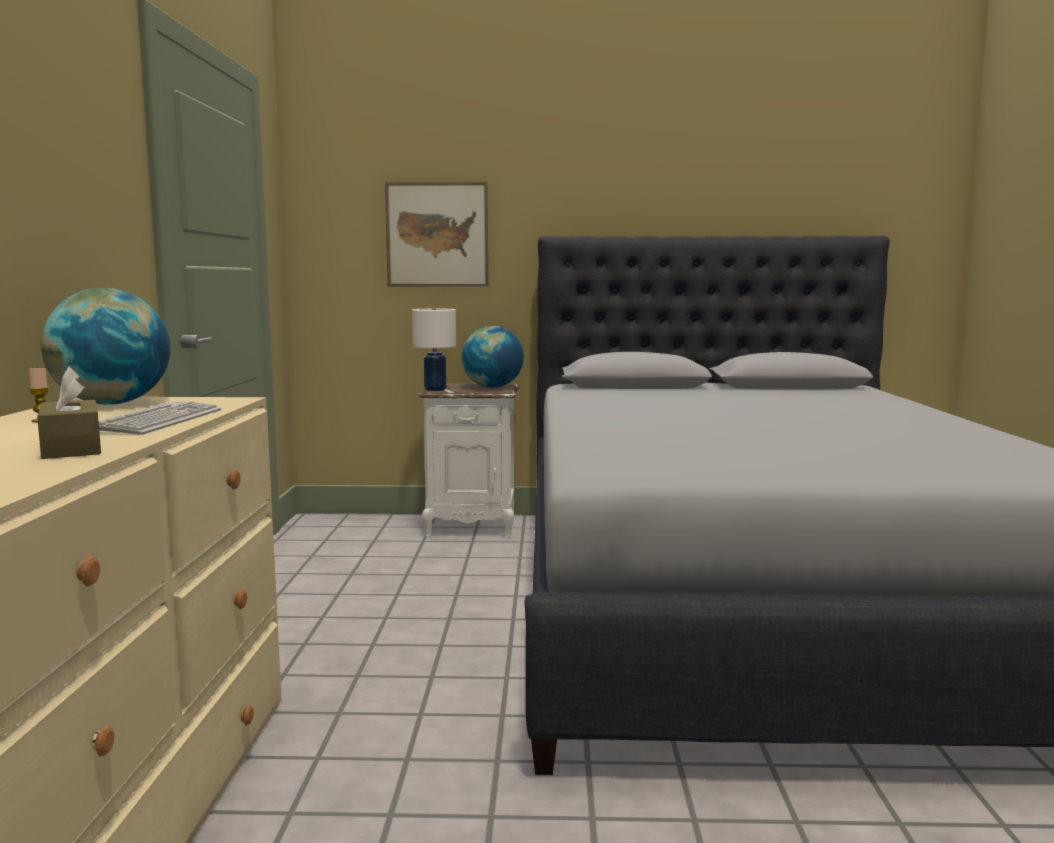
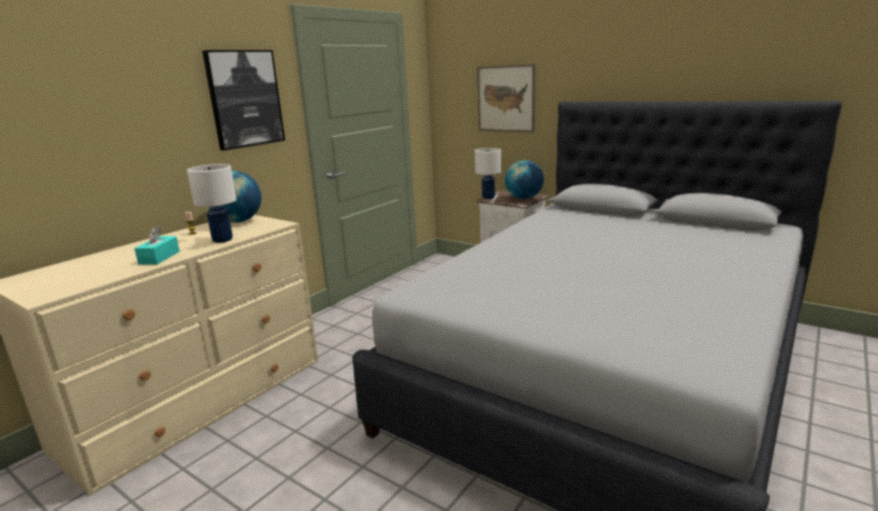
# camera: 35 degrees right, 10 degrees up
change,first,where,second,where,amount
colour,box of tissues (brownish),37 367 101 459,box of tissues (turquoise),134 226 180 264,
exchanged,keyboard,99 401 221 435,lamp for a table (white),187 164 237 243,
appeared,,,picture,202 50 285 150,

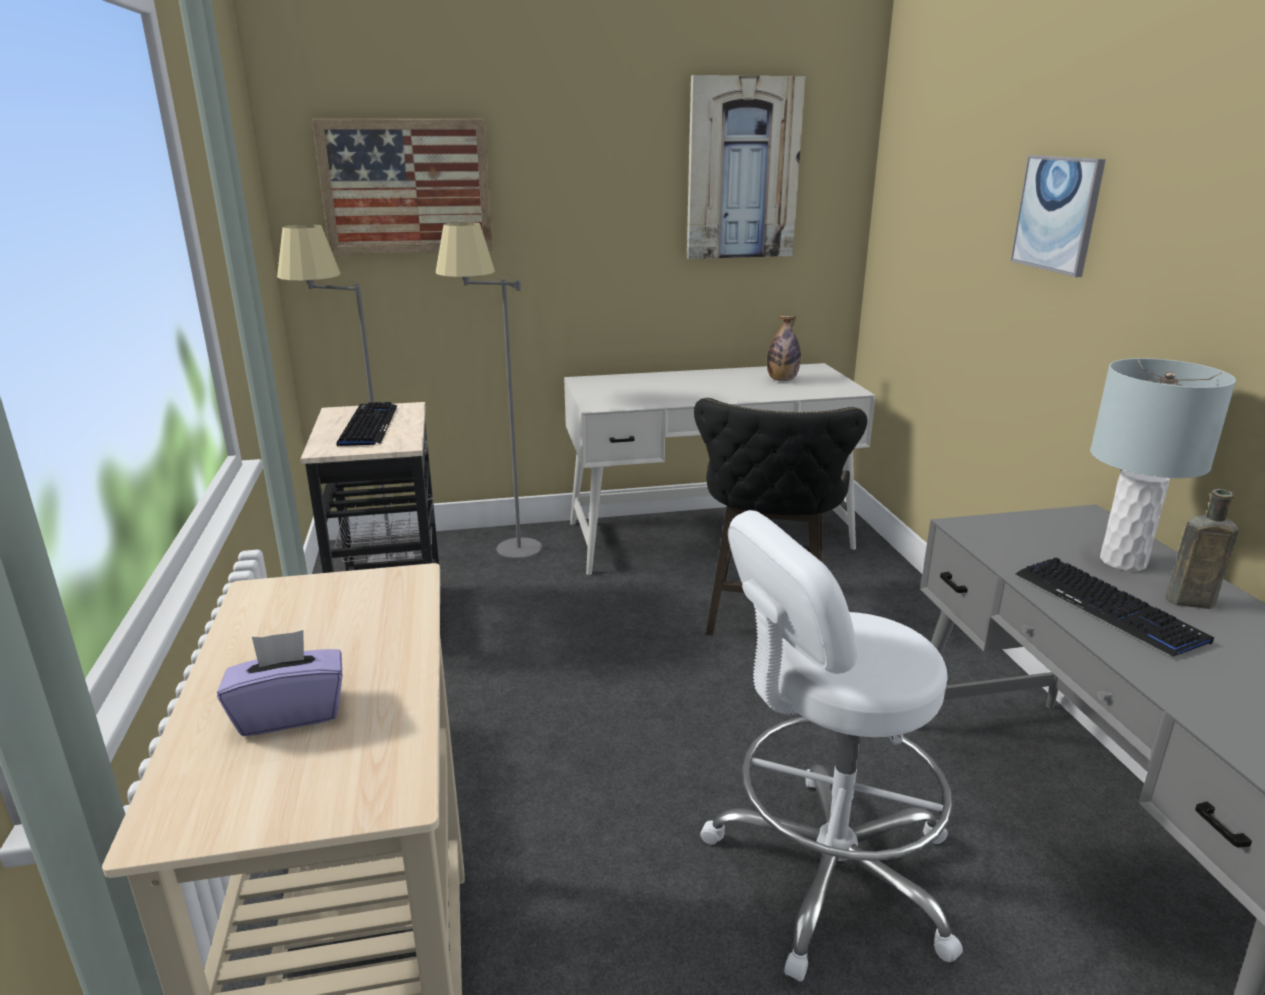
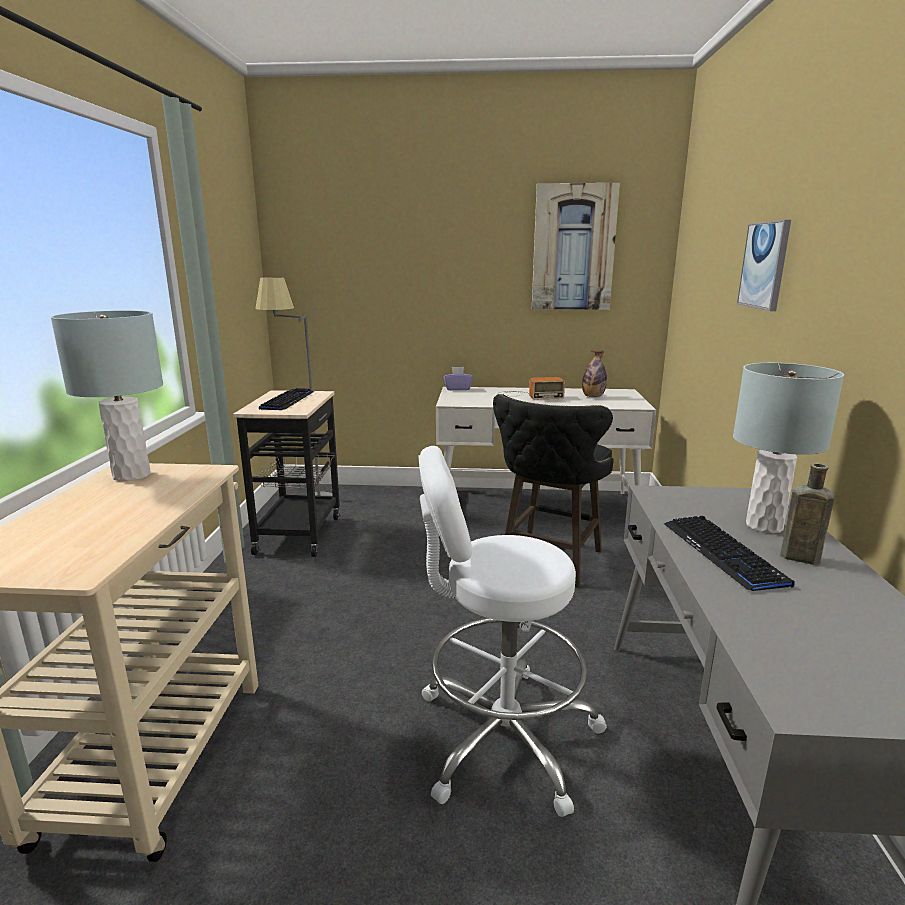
# camera: 15 degrees right, 5 degrees down
change,first,where,second,where,amount
missing,picture,312 119 493 255,,,
missing,floor lamp (gray),435 222 542 559,,,
relocated,box of tissues (purplish),217 630 342 736,,444 367 473 390,
appeared,,,lamp for a table (gray),51 310 163 481,
appeared,,,radio receiver,497 377 565 400,

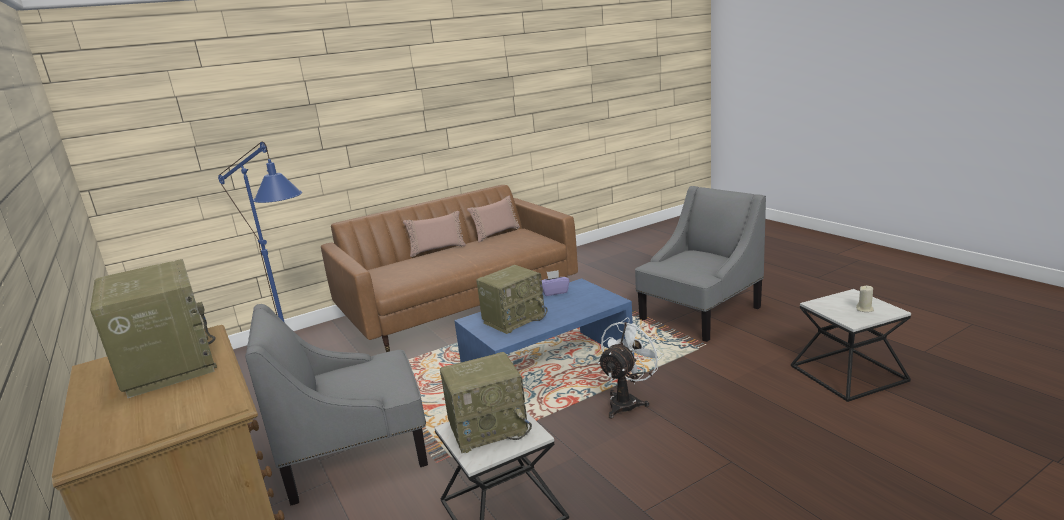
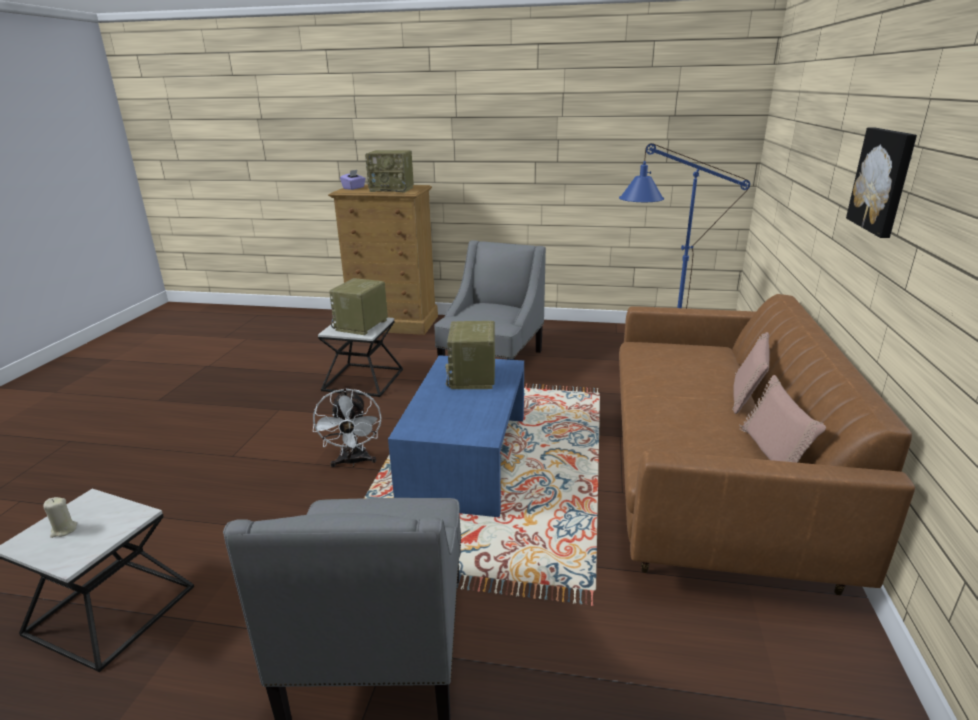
# camera: 130 degrees right, 5 degrees up
change,first,where,second,where,amount
relocated,box of tissues (purplish),540 270 570 296,,340 170 366 190,
appeared,,,picture,846 128 917 238,

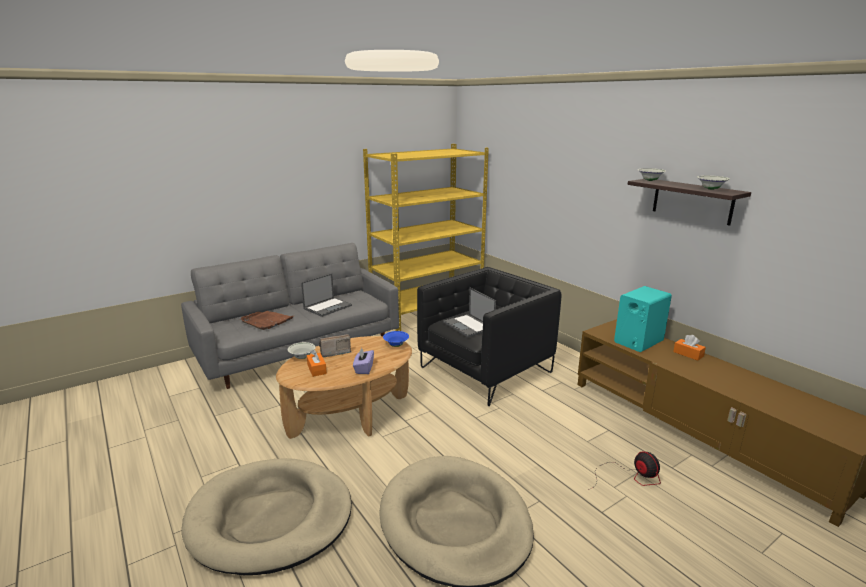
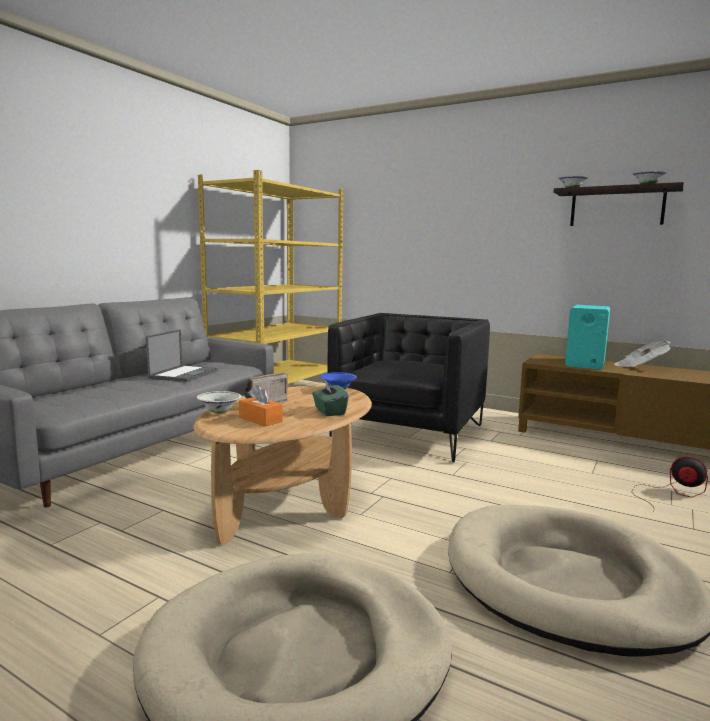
# camera: 25 degrees left, 10 degrees down
change,first,where,second,where,amount
missing,portable computer,443 288 496 337,,,
missing,carrying tray (brownish),240 311 293 330,,,
exchanged,box of tissues (orange),673 335 706 361,daily paper,614 341 671 367,
colour,box of tissues (purplish),353 348 374 374,box of tissues (green-coloured),312 380 349 416,

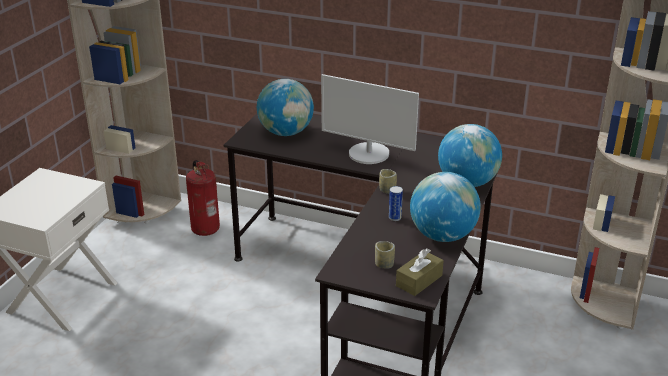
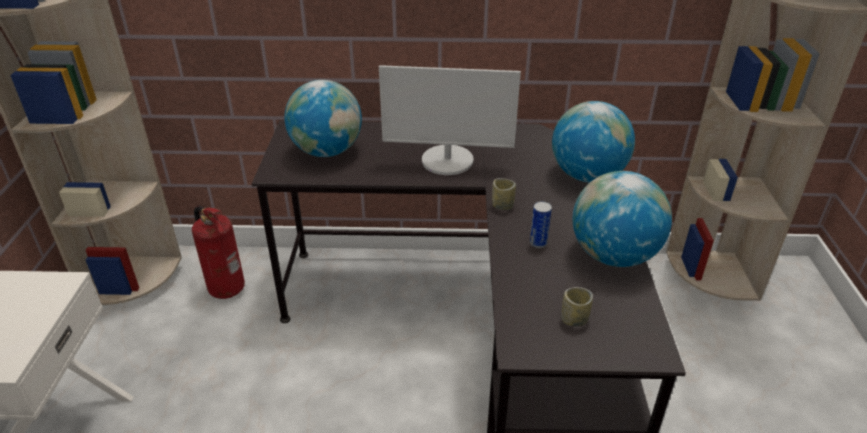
# camera: 20 degrees left, 5 degrees up
change,first,where,second,where,amount
missing,box of tissues (brownish),396 248 444 296,,,

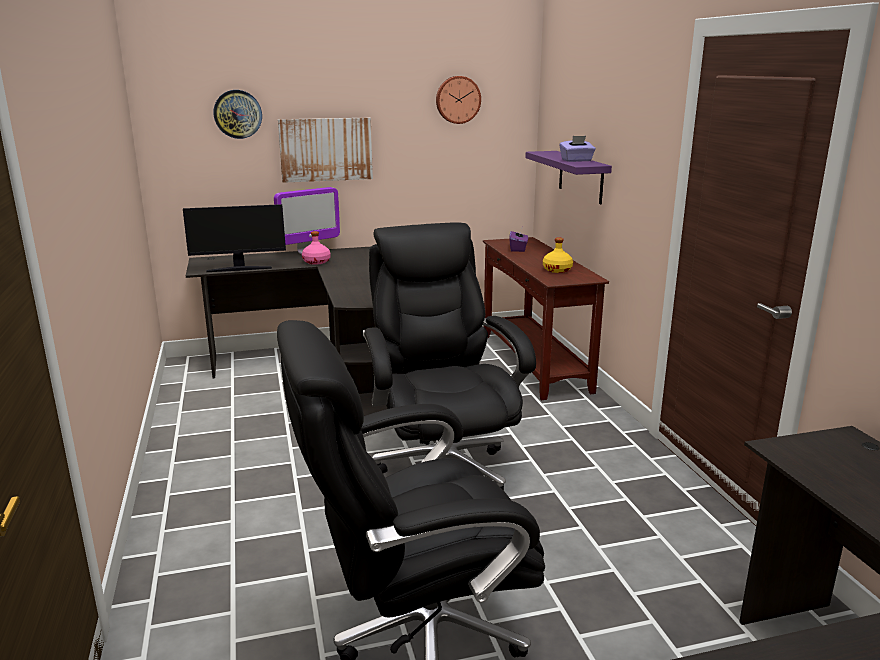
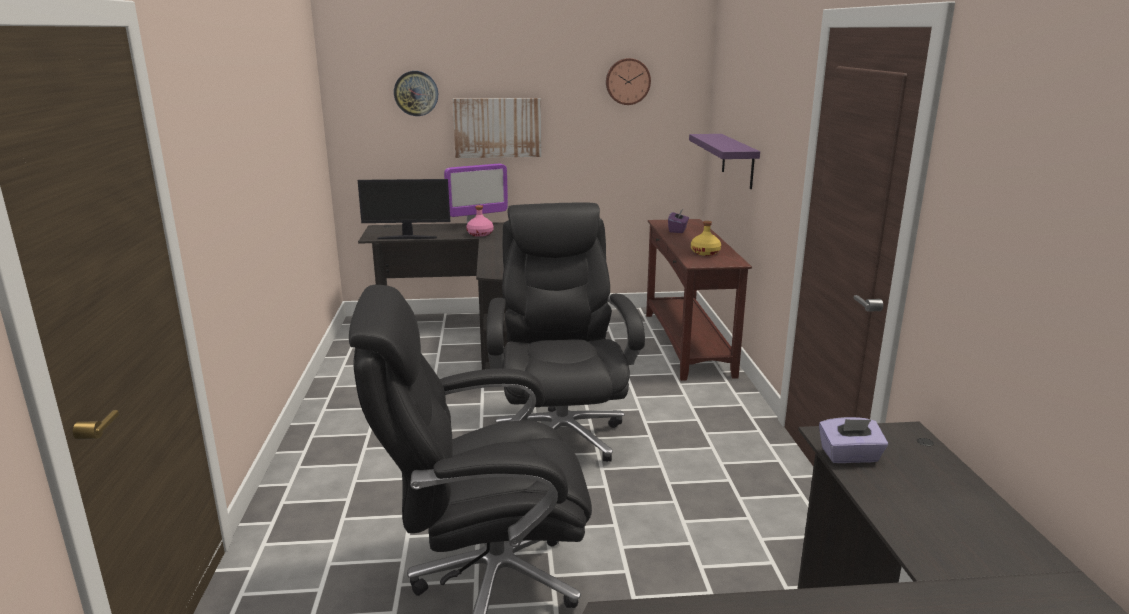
# camera: 10 degrees right, 0 degrees up
change,first,where,second,where,amount
relocated,box of tissues (purplish),560 136 596 162,,819 417 888 463,

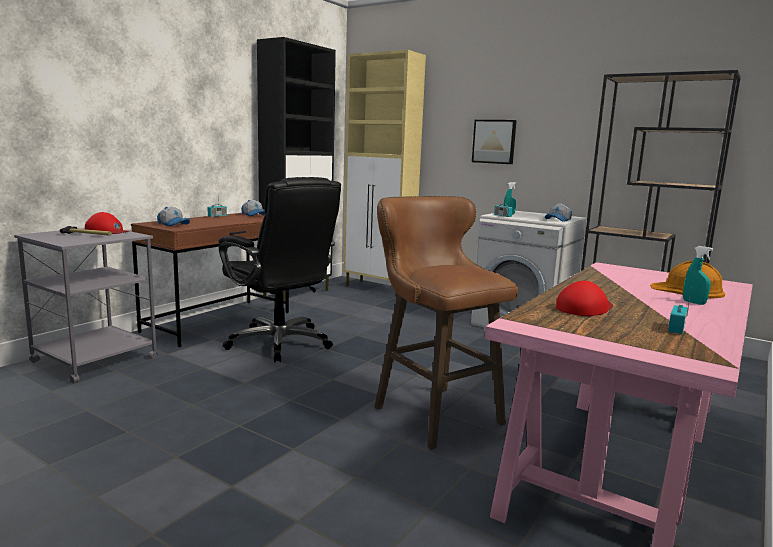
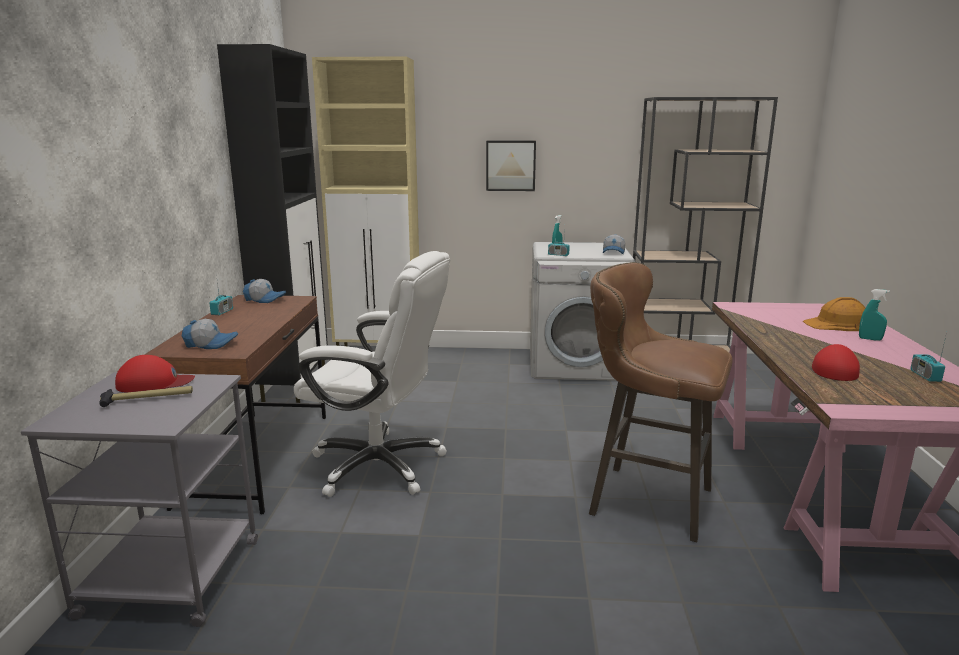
# camera: 30 degrees left, 5 degrees up
change,first,where,second,where,amount
colour,office chair (black),219 177 341 363,office chair (white),294 251 450 497,

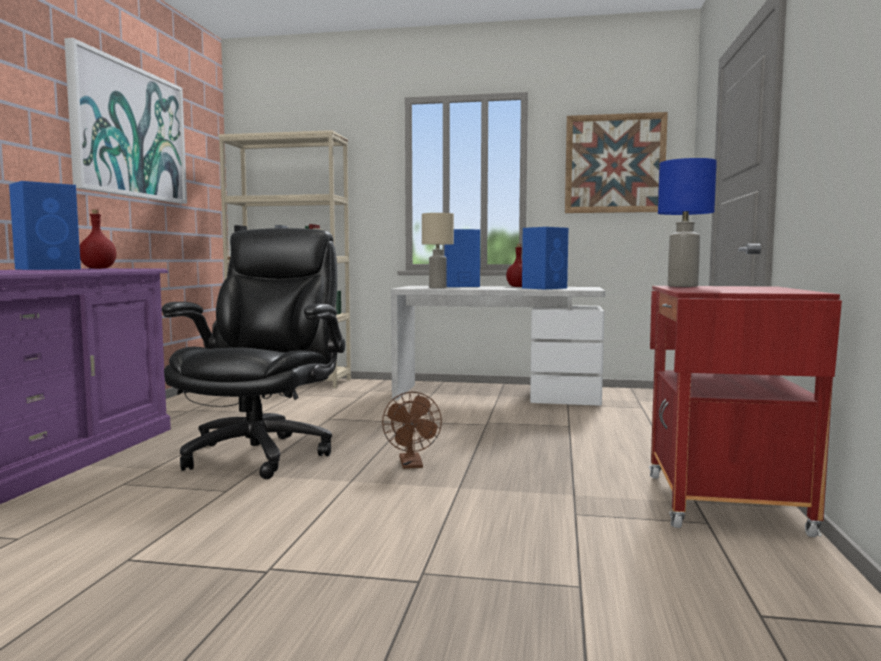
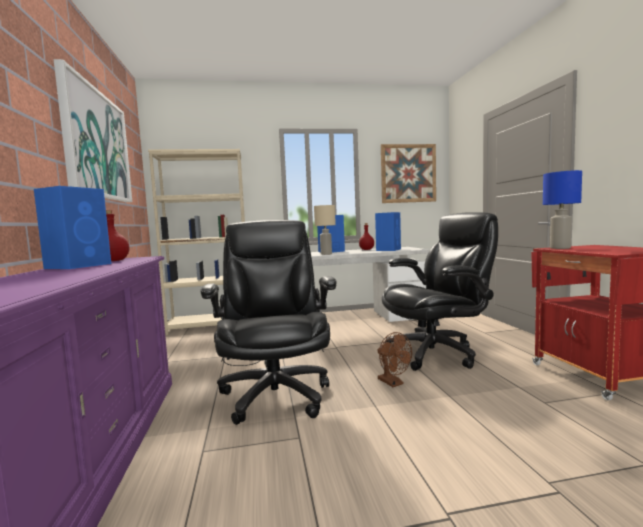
# camera: 20 degrees left, 0 degrees up
change,first,where,second,where,amount
appeared,,,office chair (black),382 212 498 371,

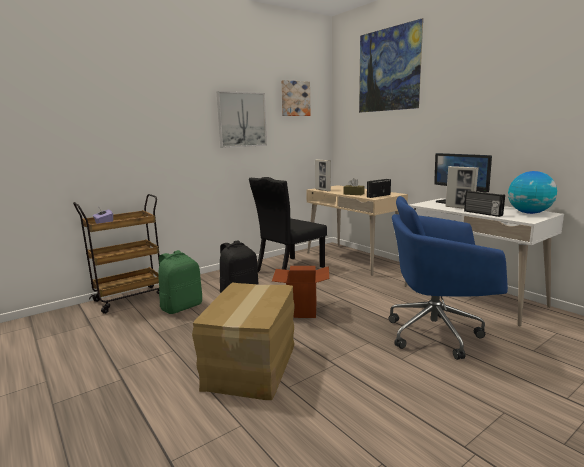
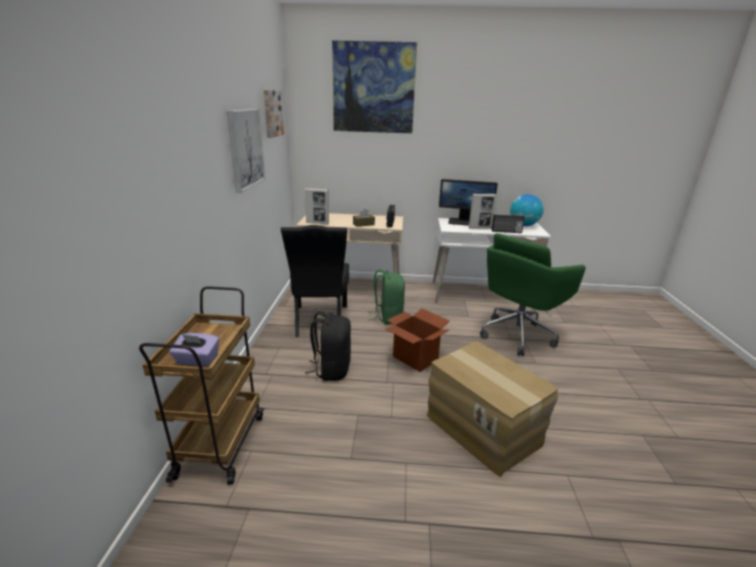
# camera: 50 degrees left, 10 degrees up
change,first,where,second,where,amount
colour,office chair (bluish),389 196 508 360,office chair (green-coloured),480 233 586 356,
relocated,knapsack (green-coloured),158 250 202 314,,367 269 405 324,

